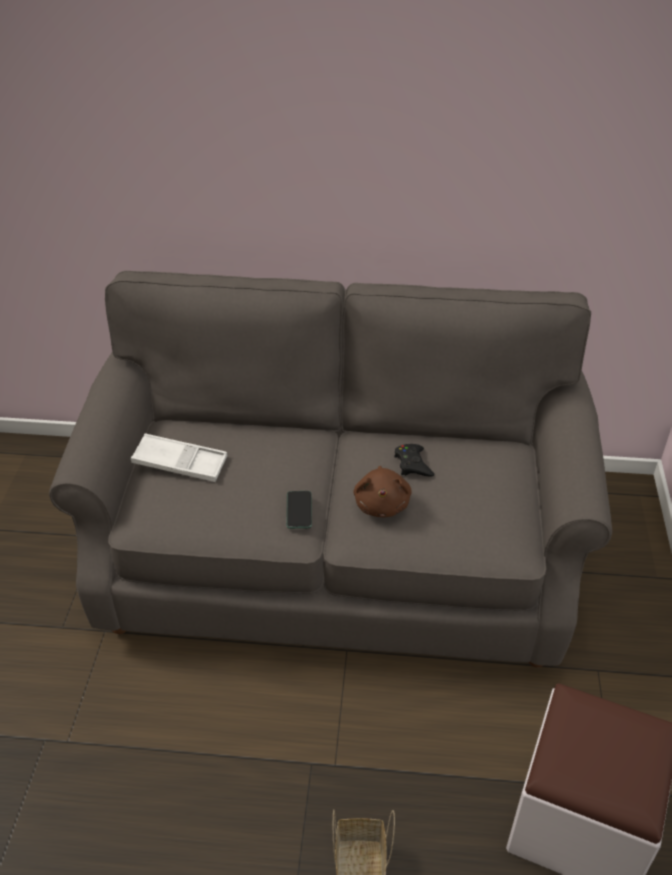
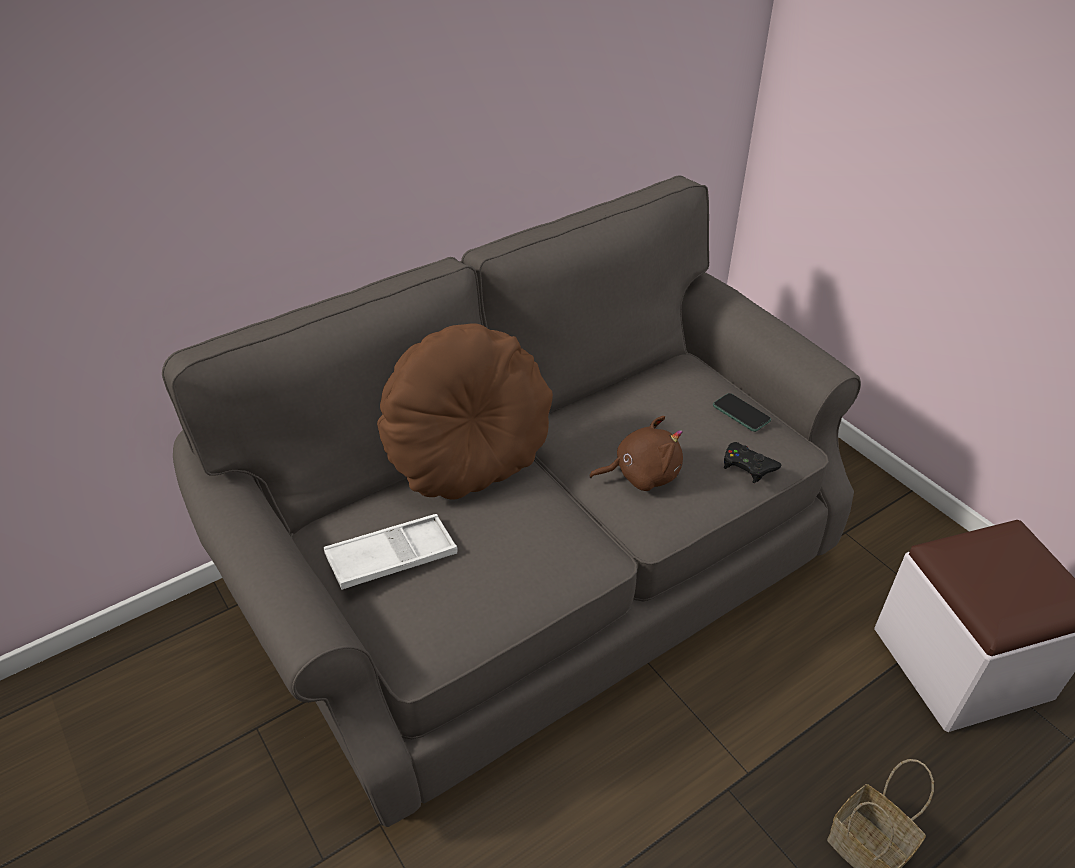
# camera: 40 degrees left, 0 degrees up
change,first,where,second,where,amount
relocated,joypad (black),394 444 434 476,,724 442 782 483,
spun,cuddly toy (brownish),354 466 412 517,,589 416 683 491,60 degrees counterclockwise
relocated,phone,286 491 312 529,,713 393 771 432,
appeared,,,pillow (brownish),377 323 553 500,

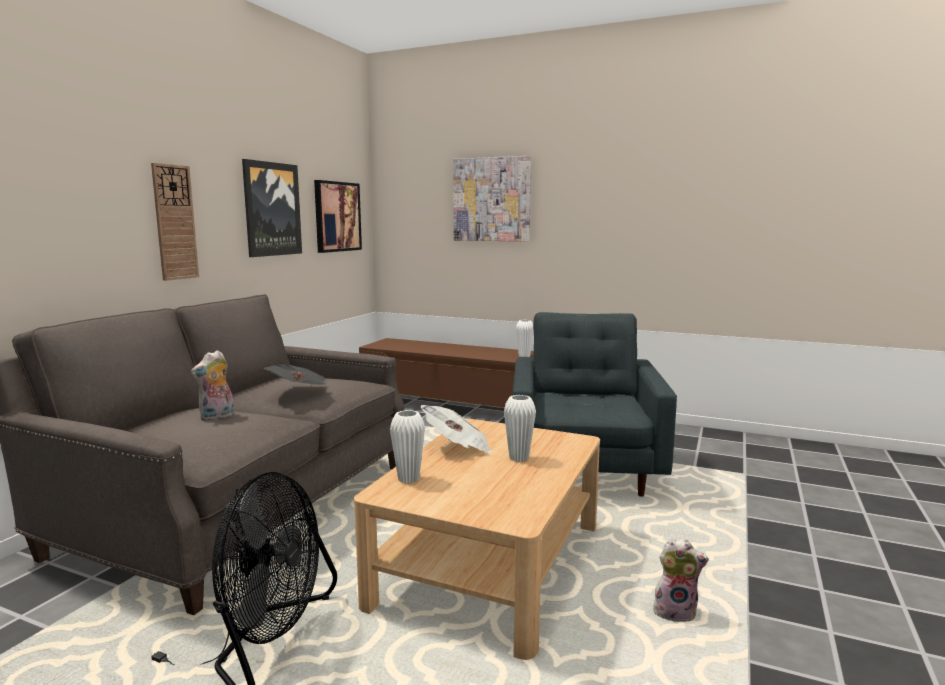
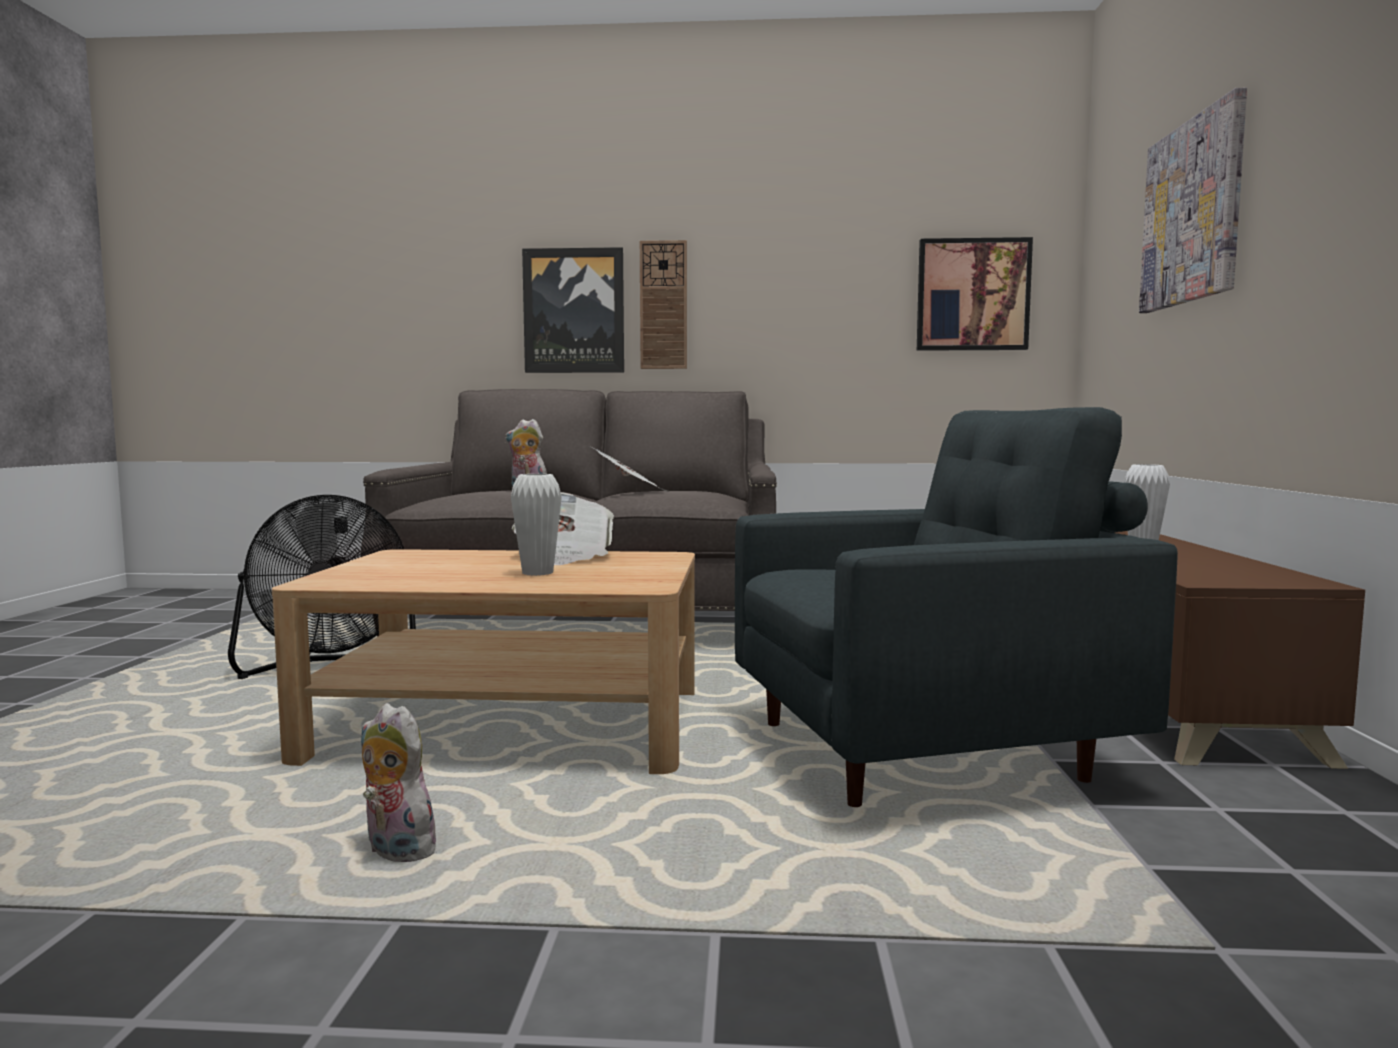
# camera: 70 degrees right, 5 degrees down
change,first,where,second,where,amount
relocated,picture,242 159 302 257,,522 247 624 373,
missing,vase (white),390 410 425 483,,,
spun,cuddly toy,653 538 709 622,,361 703 444 862,135 degrees clockwise

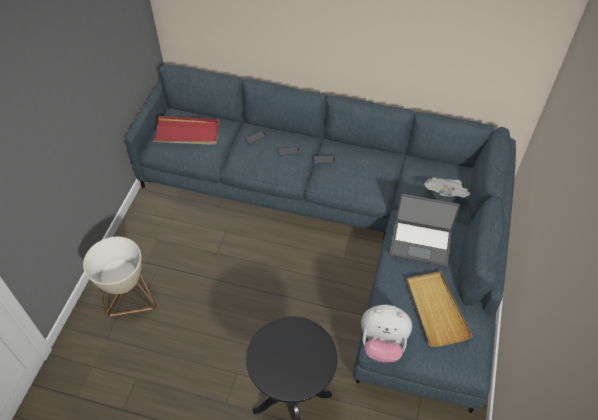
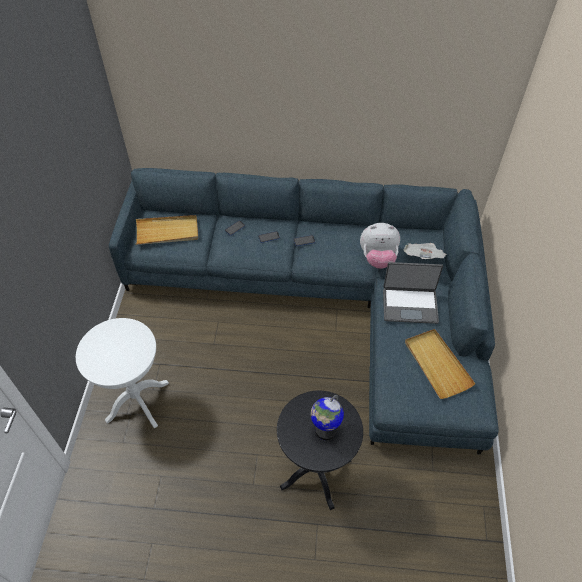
# camera: 10 degrees left, 0 degrees up
change,first,where,second,where,amount
colour,carrying tray (red),153 116 219 145,carrying tray (sand-coloured),136 215 198 245,
exchanged,plant pot,83 237 157 316,side table (white),76 318 169 428,
relocated,cuddly toy,361 305 412 362,,360 223 400 269,
appeared,,,globe,311 395 344 440,

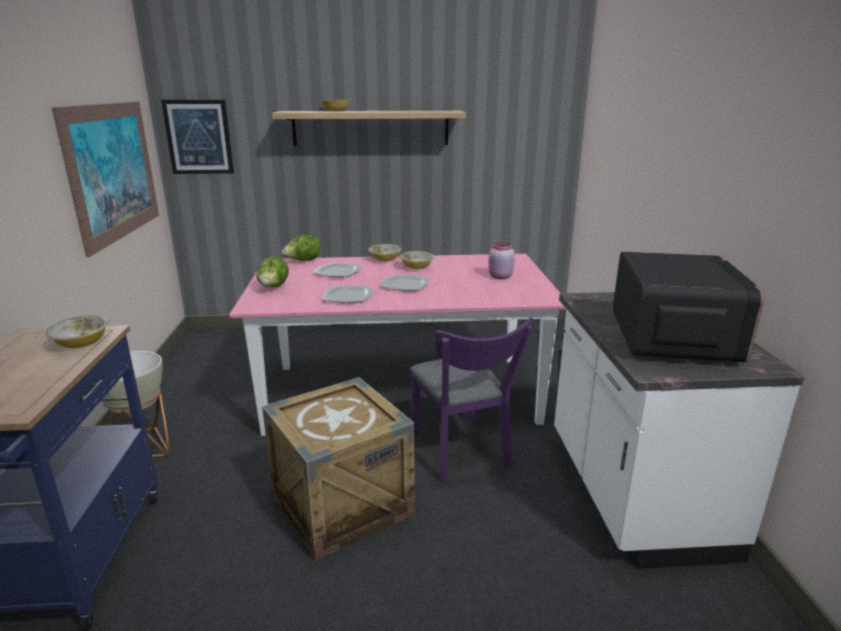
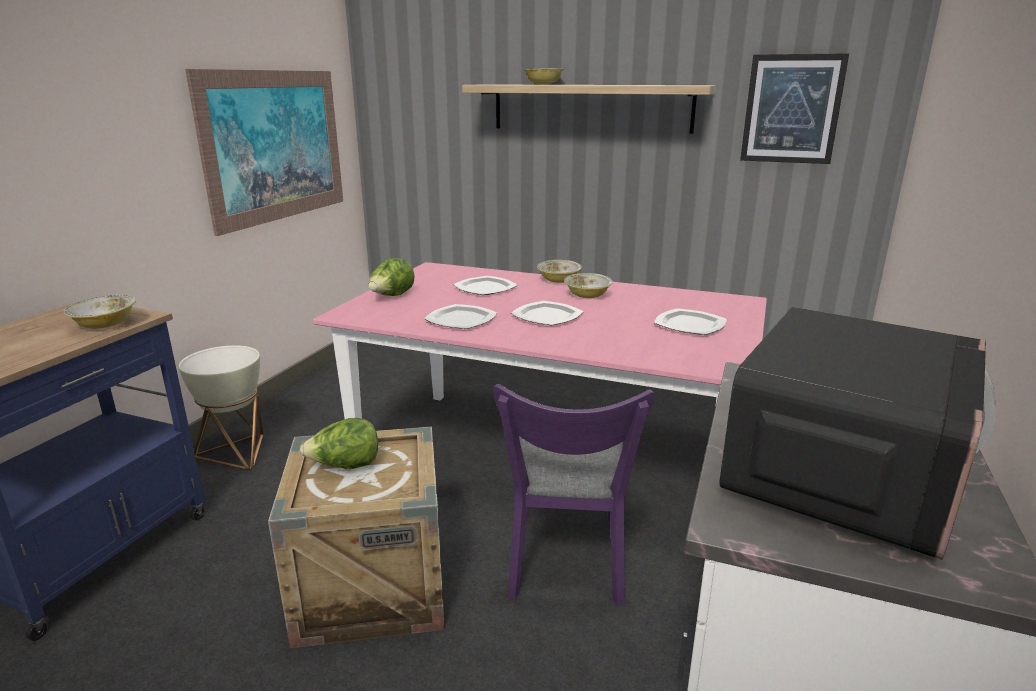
# camera: 25 degrees right, 0 degrees up
change,first,where,second,where,amount
relocated,picture,161 100 234 174,,740 53 849 164,
relocated,lettuce,282 235 320 261,,300 418 378 469,
exchanged,jar (pink),489 242 515 279,dinner plate,654 308 727 335,

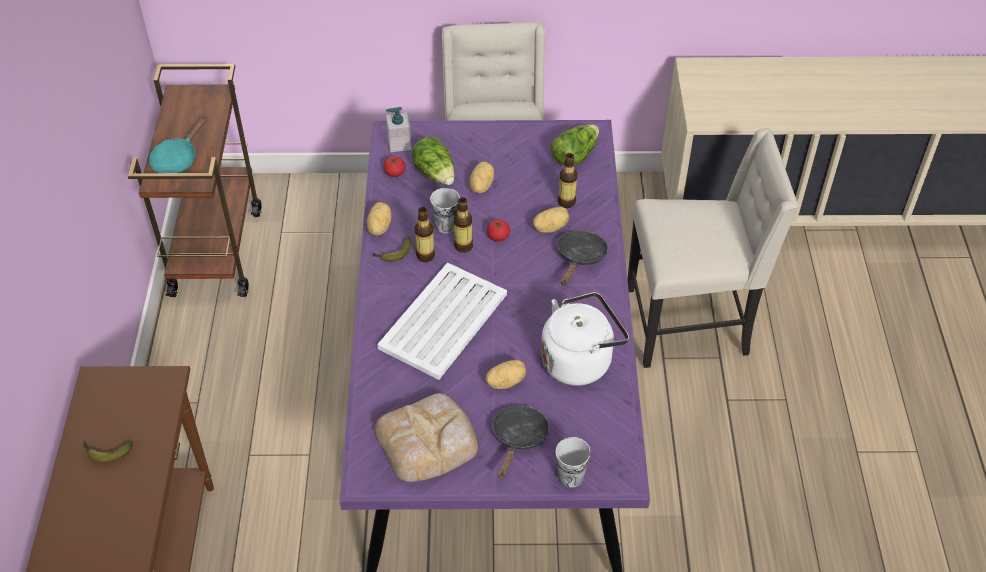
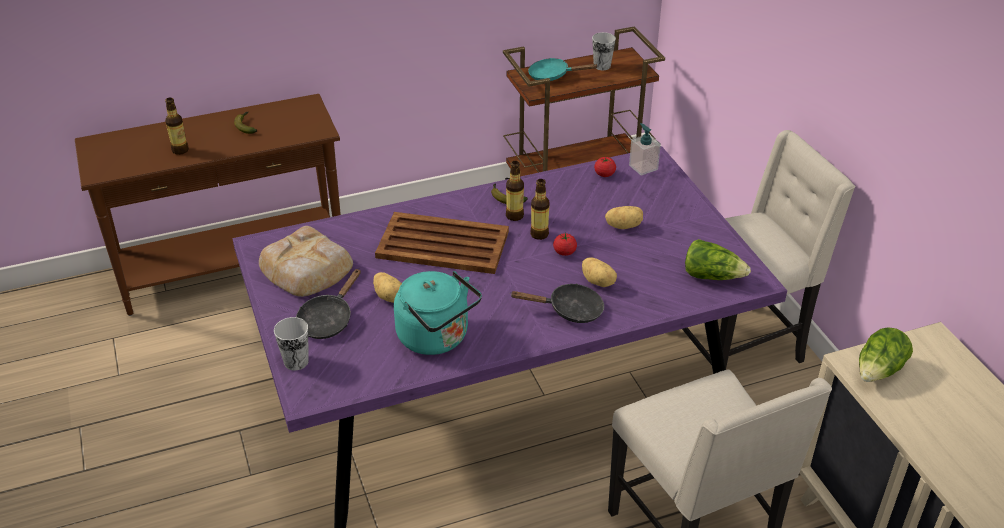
# camera: 70 degrees right, 10 degrees down
change,first,where,second,where,amount
relocated,lettuce,412 137 454 185,,859 328 913 382,
relocated,bottle,558 153 578 208,,165 97 189 155,
relocated,small cup,430 188 460 234,,592 32 616 70,
missing,whole potato,367 202 392 236,,,
colour,carrying tray (white),377 262 507 380,carrying tray (brownish),375 212 509 274,
colour,kettle (white),541 292 629 386,kettle (turquoise),394 271 482 355,
spun,frying pan (black),492 405 549 480,,296 269 361 339,120 degrees clockwise

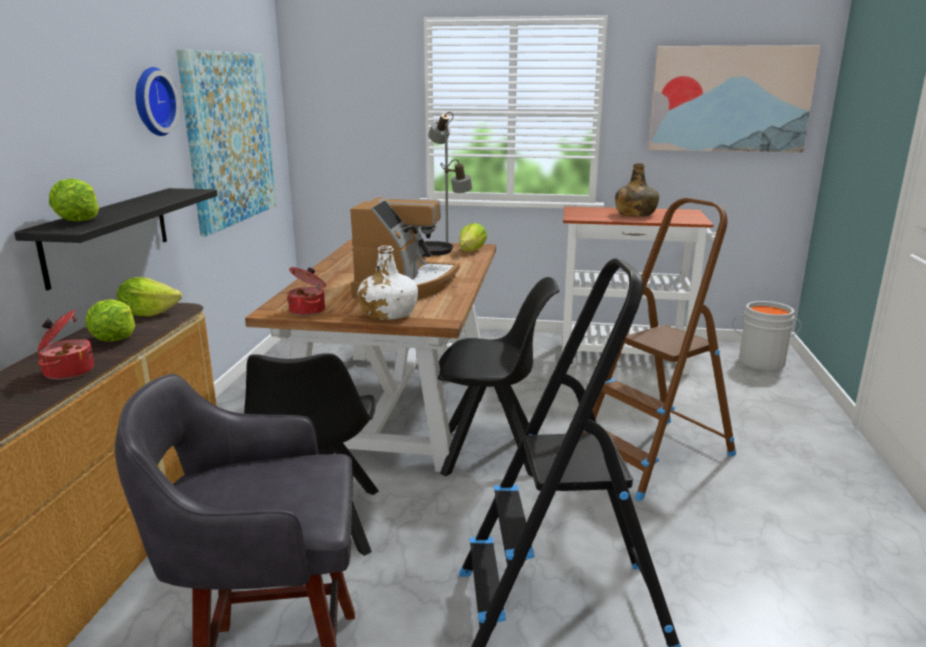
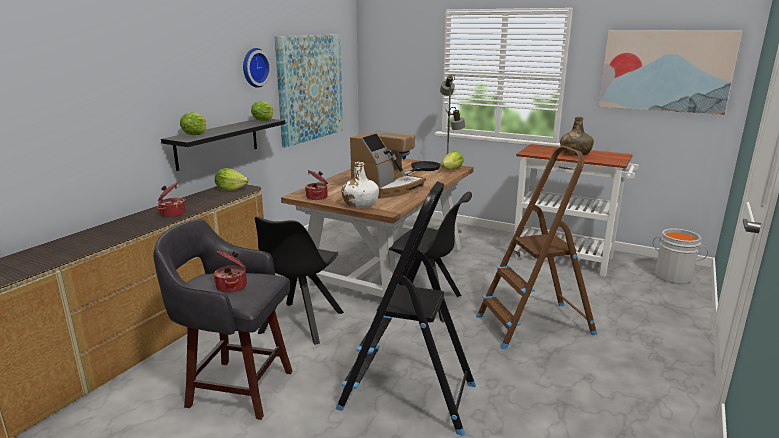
# camera: 20 degrees right, 0 degrees up
change,first,where,second,where,amount
relocated,lettuce,85 299 135 342,,251 101 273 121,
appeared,,,stockpot,213 251 247 293,

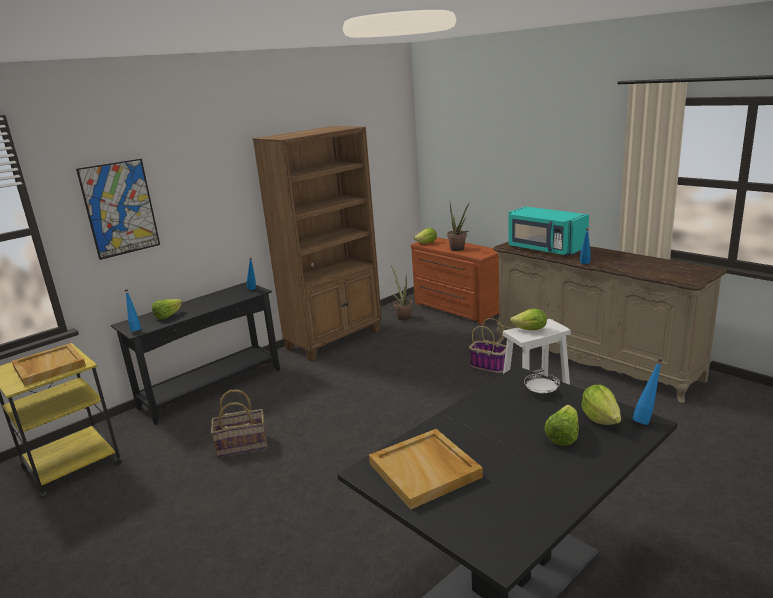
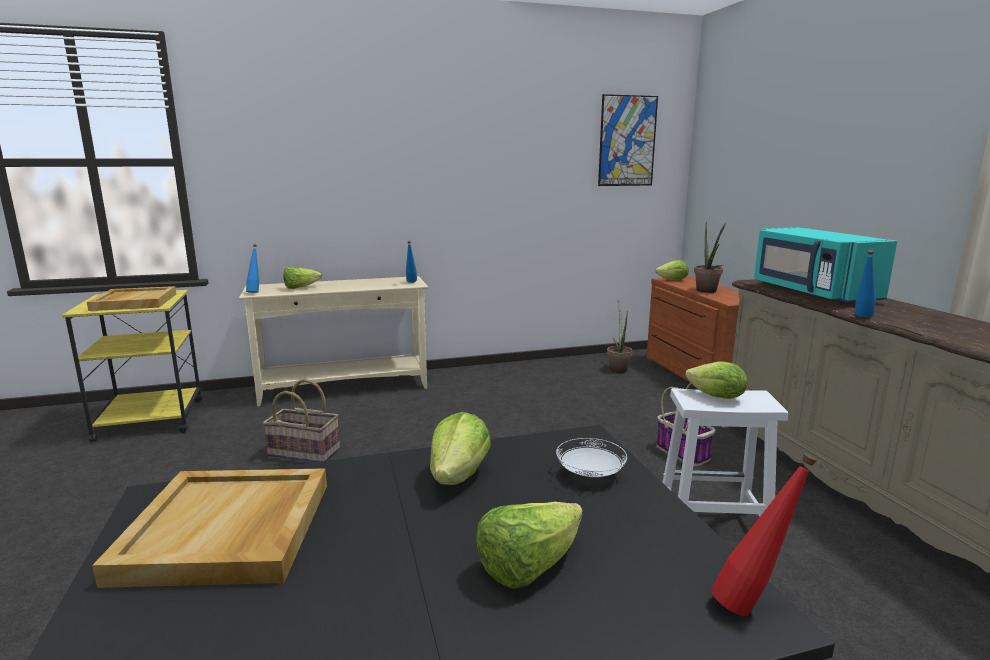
# camera: 25 degrees right, 5 degrees down
change,first,where,second,where,amount
missing,shelving unit (brownish),253 126 382 361,,,
relocated,picture,76 159 160 260,,598 94 658 186,
colour,hall table (black),111 282 280 425,hall table (sand-coloured),239 276 428 406,
colour,bottle (bluish),632 359 663 425,bottle (red),711 454 817 616,
relocated,lettuce,581 385 621 425,,430 412 491 485,

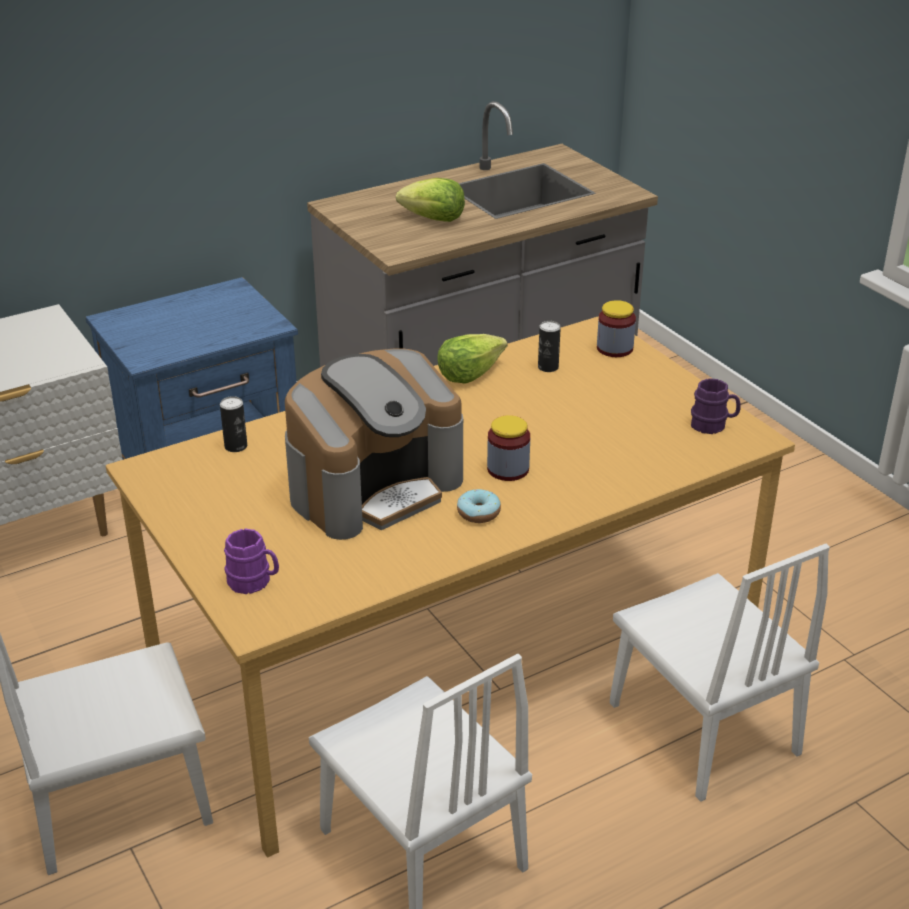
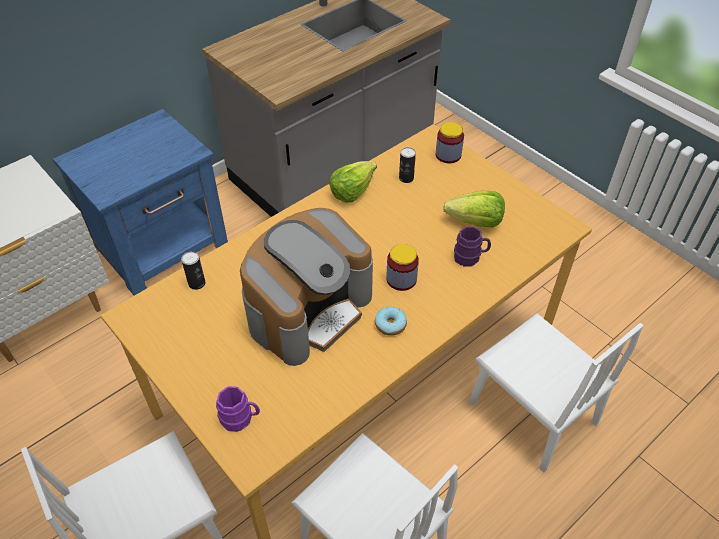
# camera: 10 degrees left, 15 degrees up
change,first,where,second,where,amount
relocated,lettuce,396 178 465 222,,443 191 505 227,
relocated,coffee mug (purplish),691 378 741 434,,454 226 491 267,

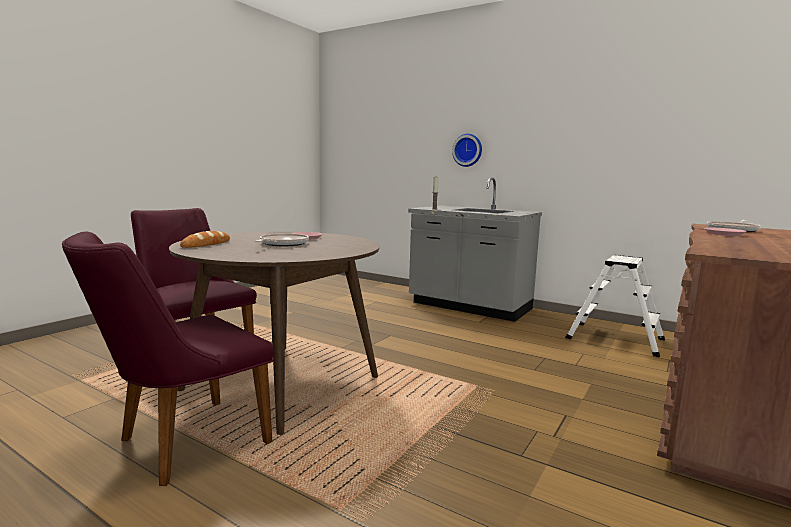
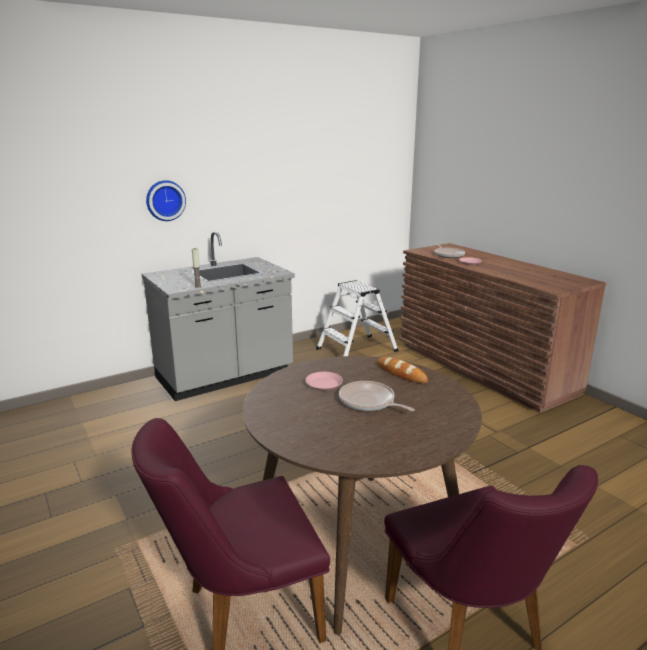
# camera: 65 degrees left, 10 degrees up
change,first,where,second,where,amount
relocated,bakery bread,180 231 230 248,,377 357 428 383,

